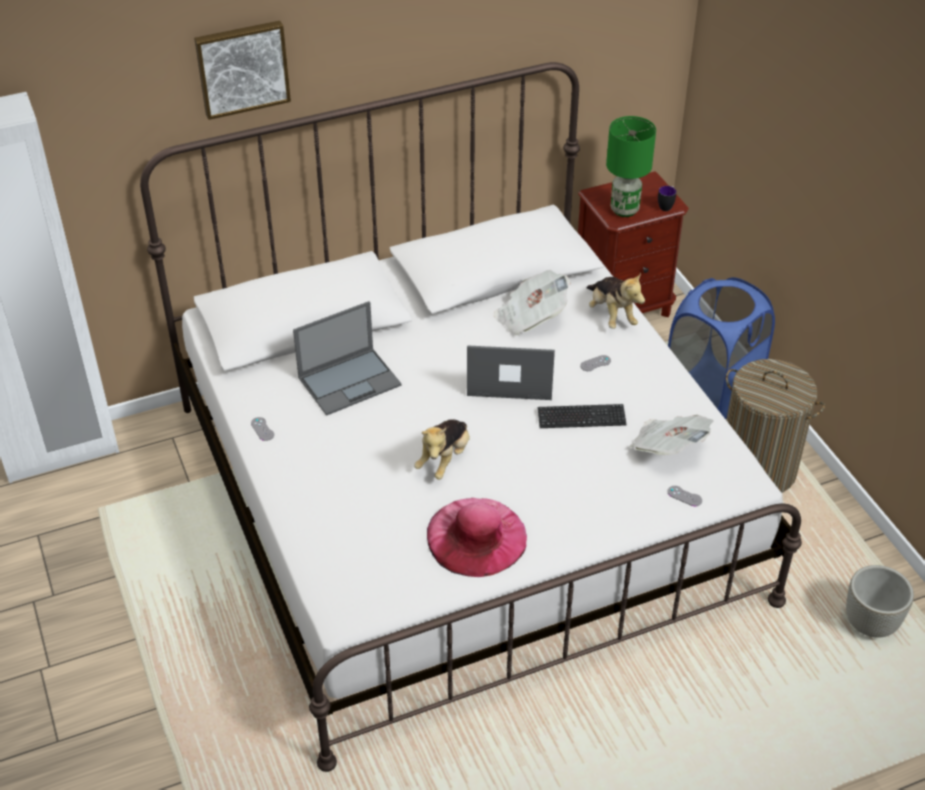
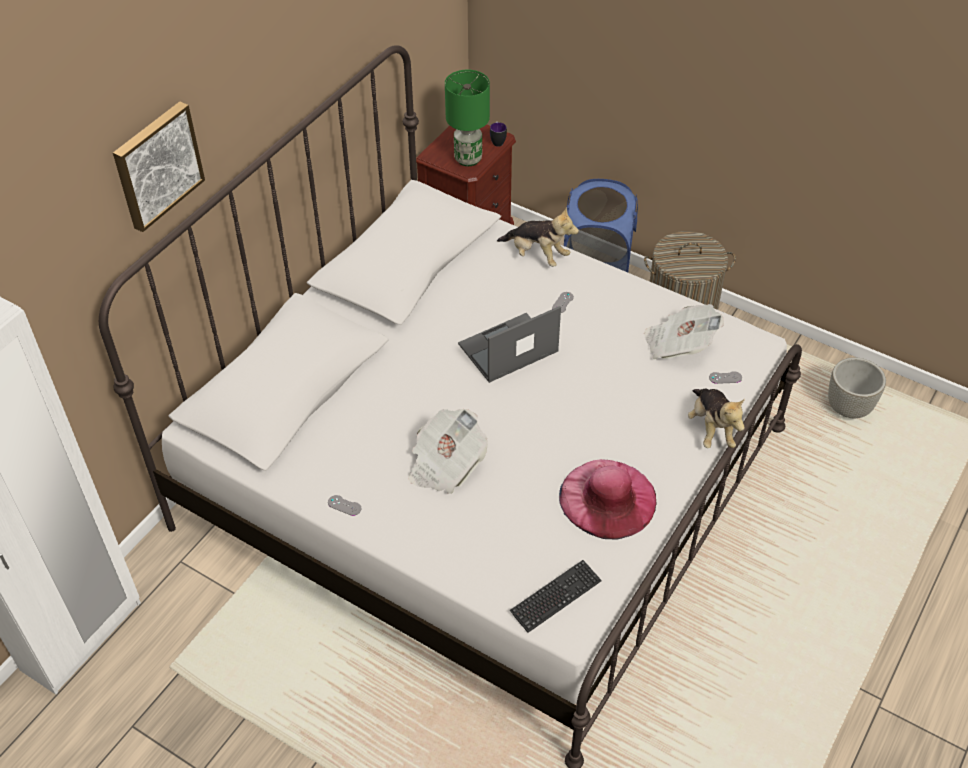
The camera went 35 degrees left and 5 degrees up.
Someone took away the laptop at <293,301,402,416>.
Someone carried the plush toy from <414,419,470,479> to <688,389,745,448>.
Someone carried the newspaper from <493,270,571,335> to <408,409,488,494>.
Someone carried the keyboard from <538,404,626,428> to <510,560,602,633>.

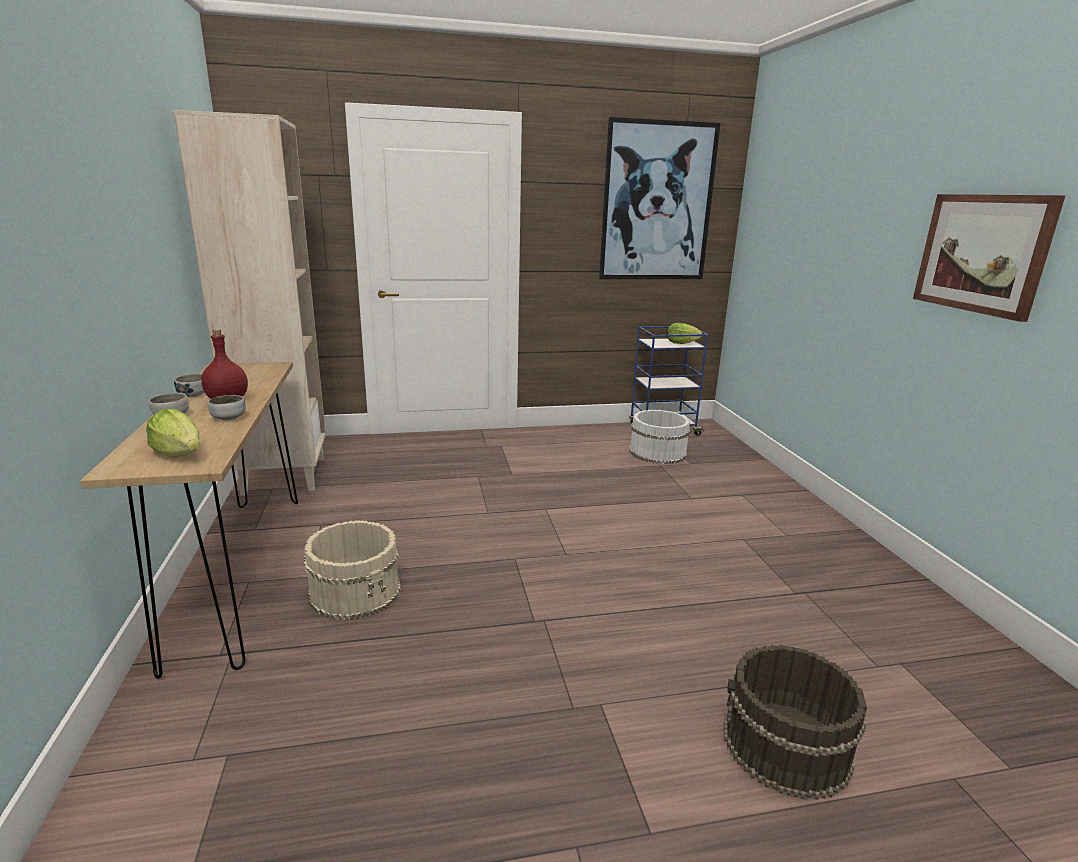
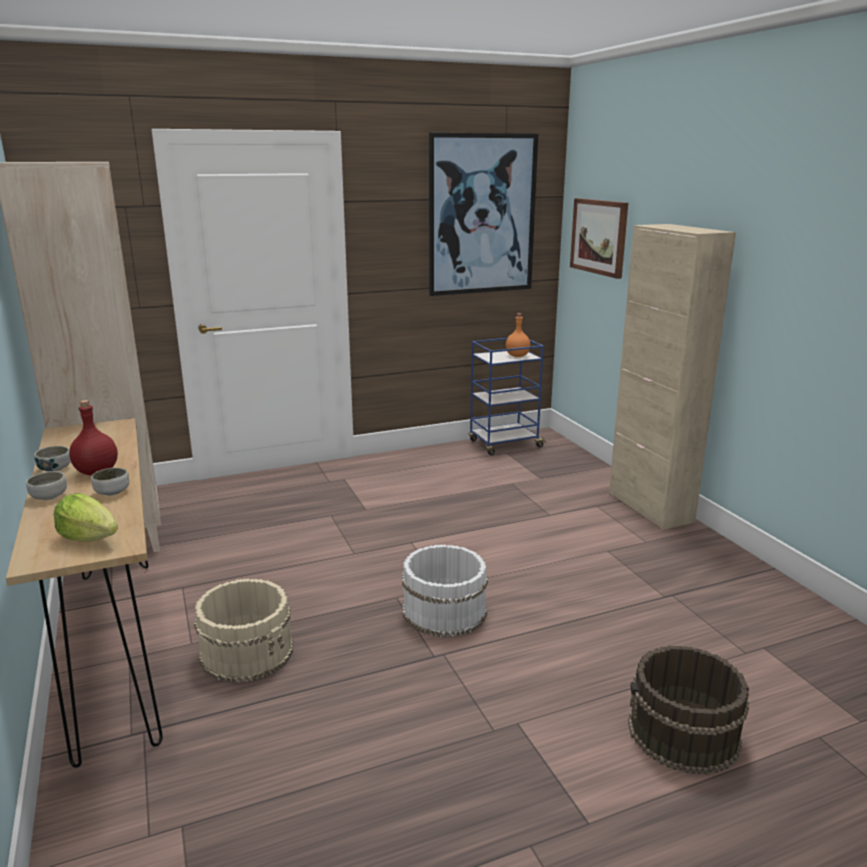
The camera went 10 degrees left and 0 degrees up.
Someone carried the white bucket from <629,410,690,464> to <402,544,488,637>.
Someone swapped the lettuce at <667,323,702,344> for the orange bottle at <506,313,530,357>.
Someone carried the picture from <913,194,1065,322> to <570,198,628,279>.
Someone put down the beige cabinet at <609,224,736,530>.

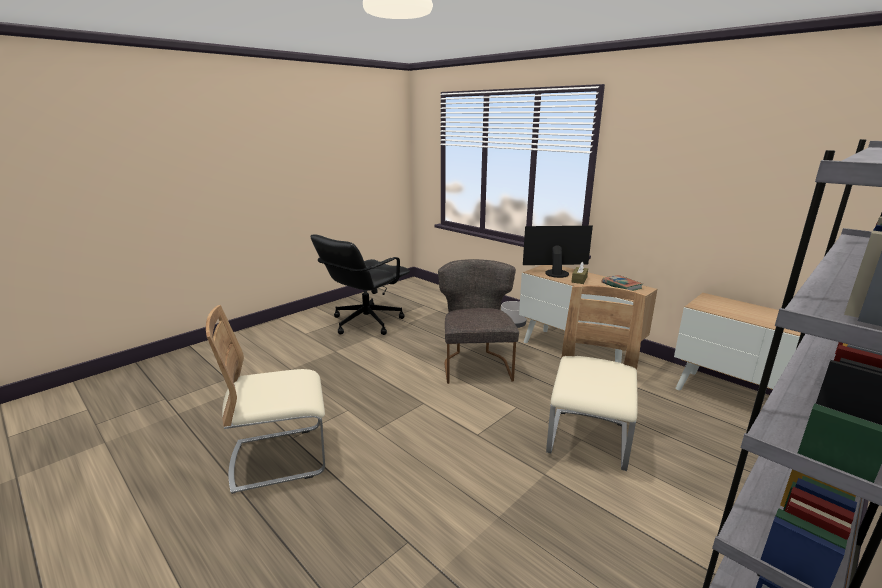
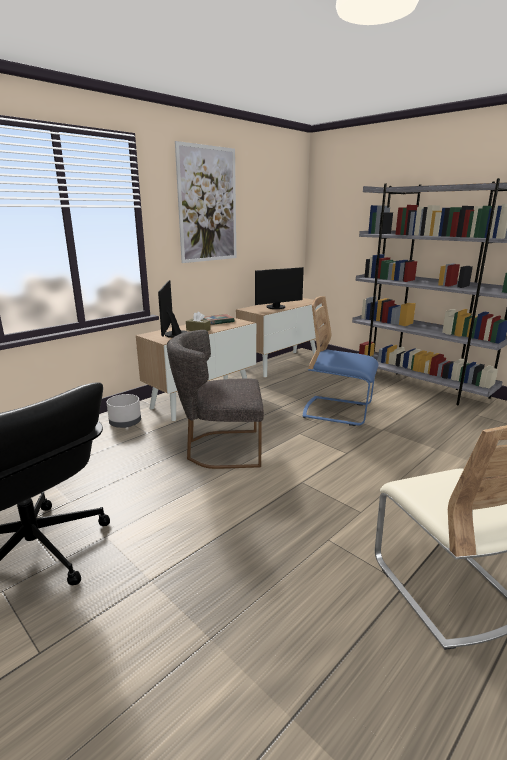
The camera went 90 degrees left and 0 degrees up.
Someone repainted the beige chair at <546,285,646,471>, which became the blue chair at <303,296,379,426>.
Someone put up the picture at <175,141,236,263>.
Someone put down the monitor at <255,267,304,309>.

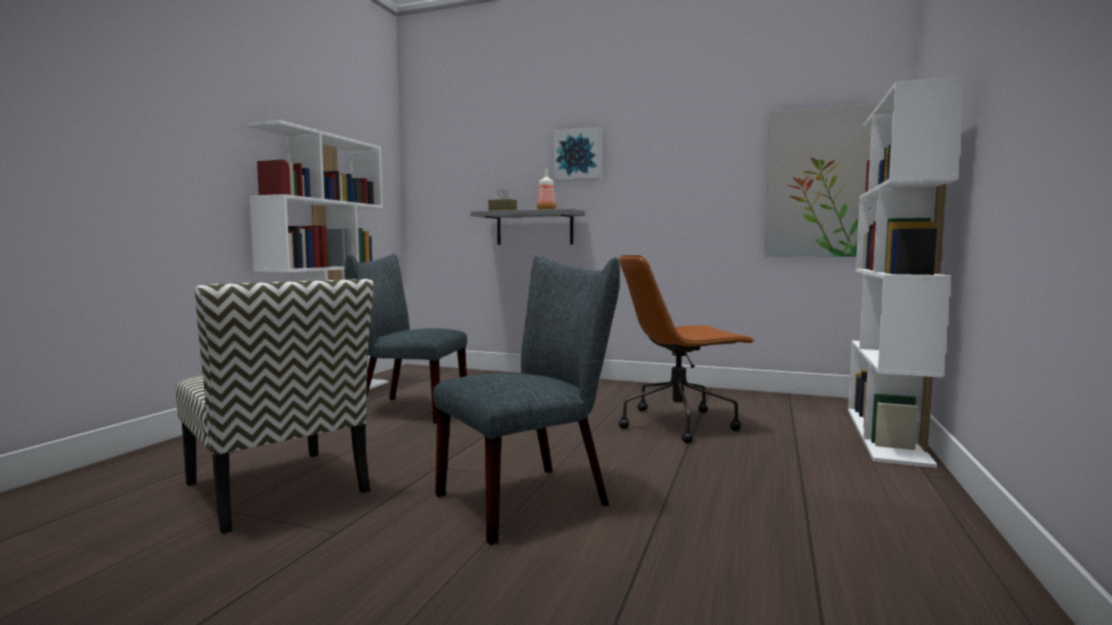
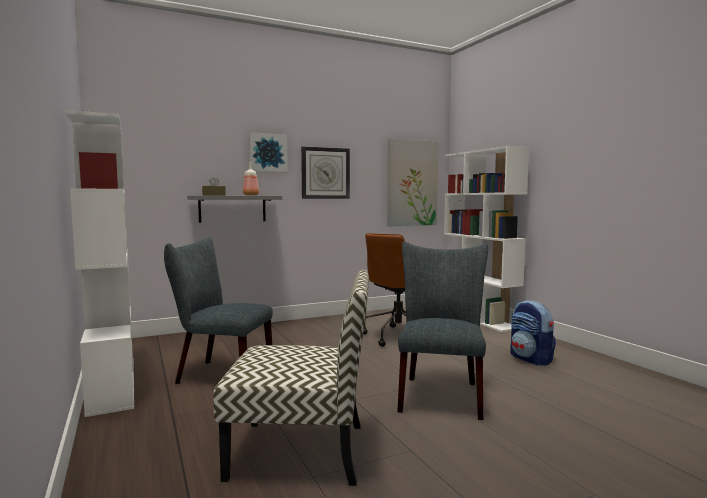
The camera went 45 degrees left and 0 degrees up.
Someone rotated the grey chair at <344,254,467,424> by 45 degrees clockwise.
Someone put up the wall clock at <301,146,350,199>.
Someone put down the backpack at <510,300,556,366>.

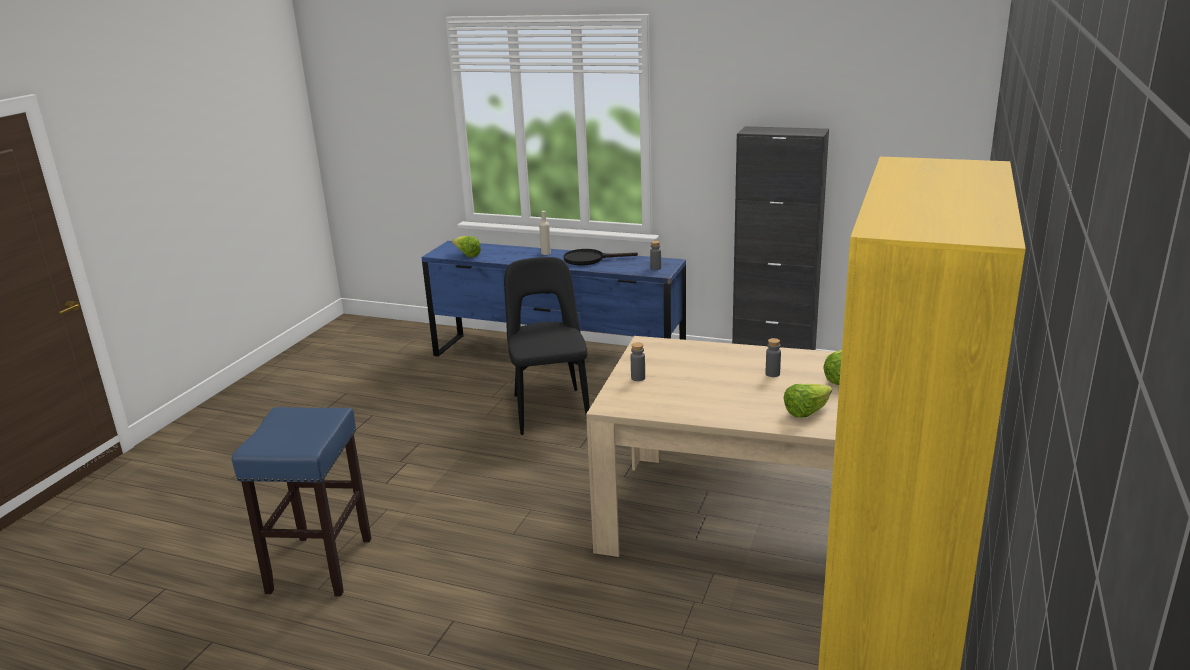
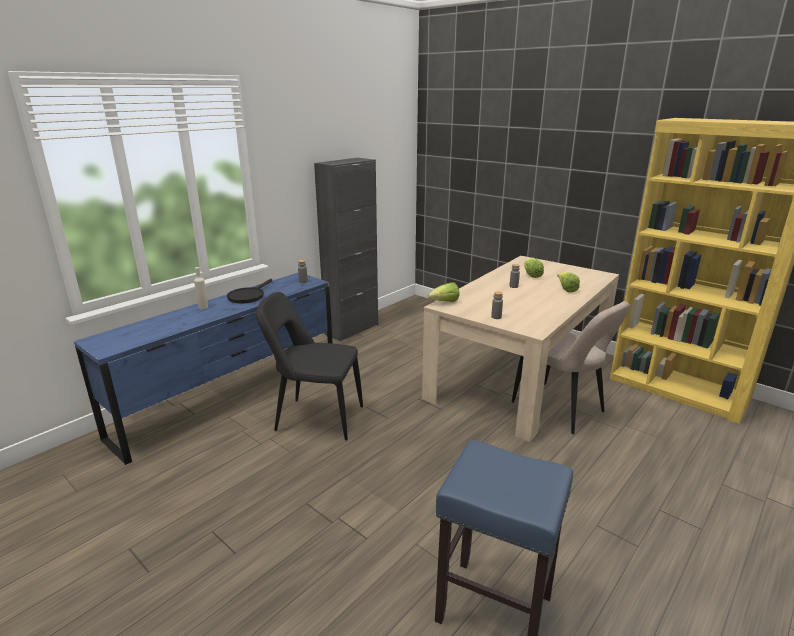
The camera went 70 degrees left and 0 degrees up.
Someone carried the lettuce from <452,236,481,258> to <427,282,460,302>.
Someone put down the beige chair at <512,301,630,434>.

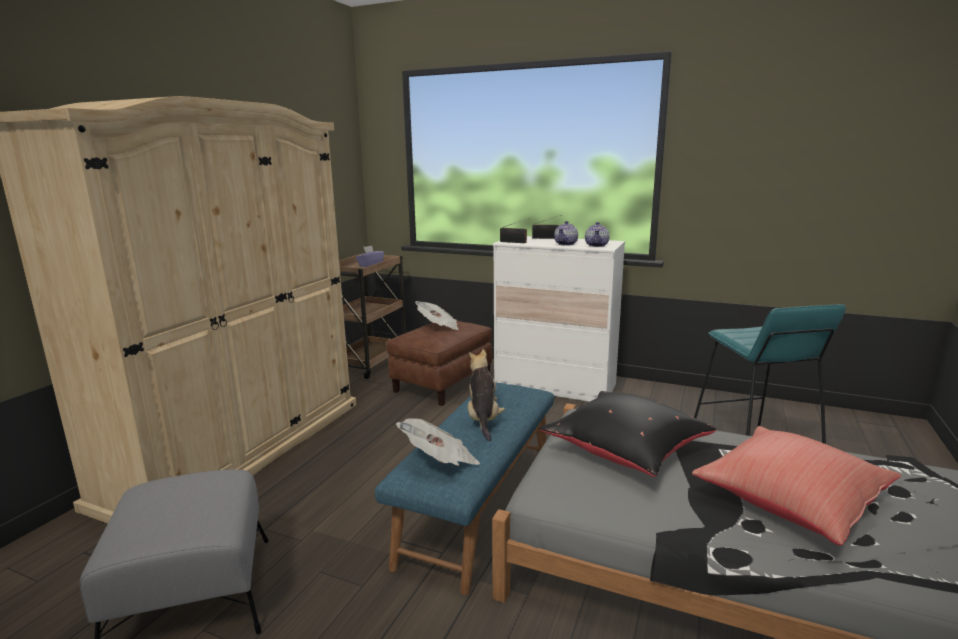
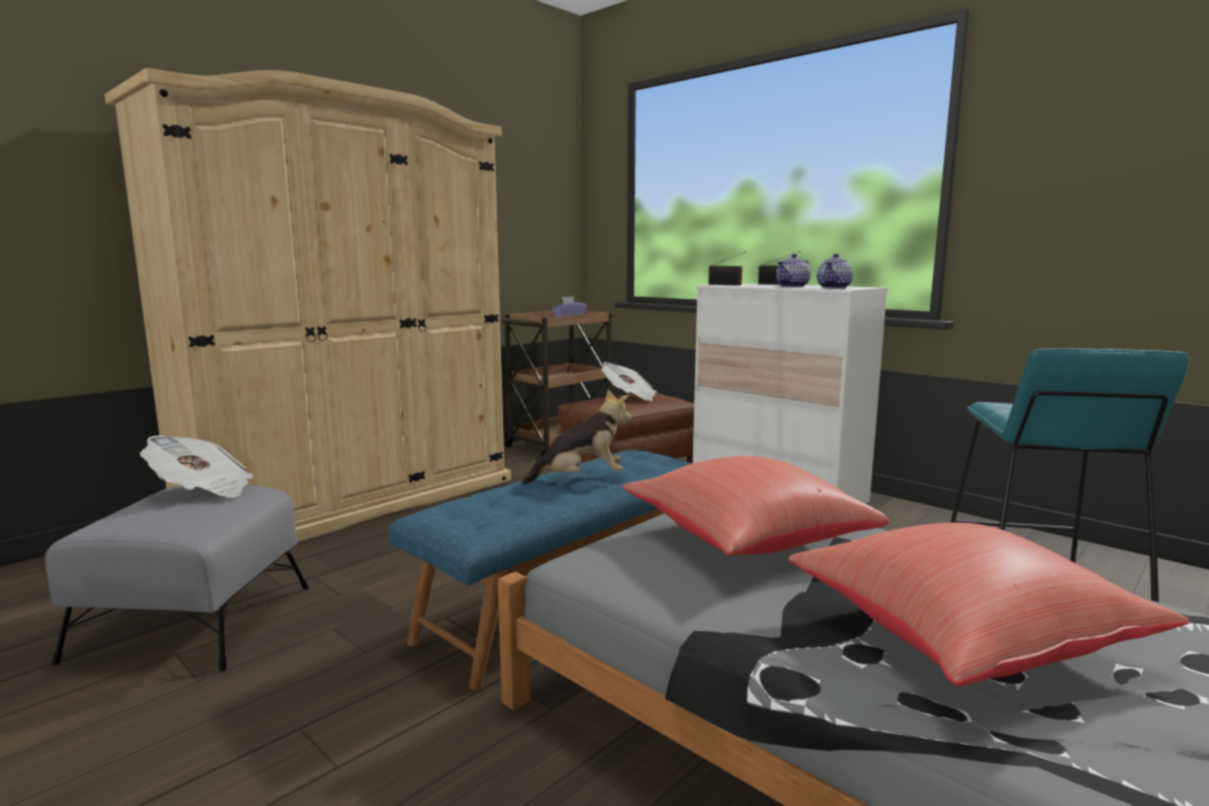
The camera went 20 degrees right and 5 degrees down.
Someone carried the newspaper from <396,418,480,466> to <140,435,253,497>.
Someone rotated the plush toy at <468,349,505,441> by 60 degrees clockwise.
Someone repainted the black pillow at <539,391,716,477>, which became the red pillow at <622,456,890,555>.

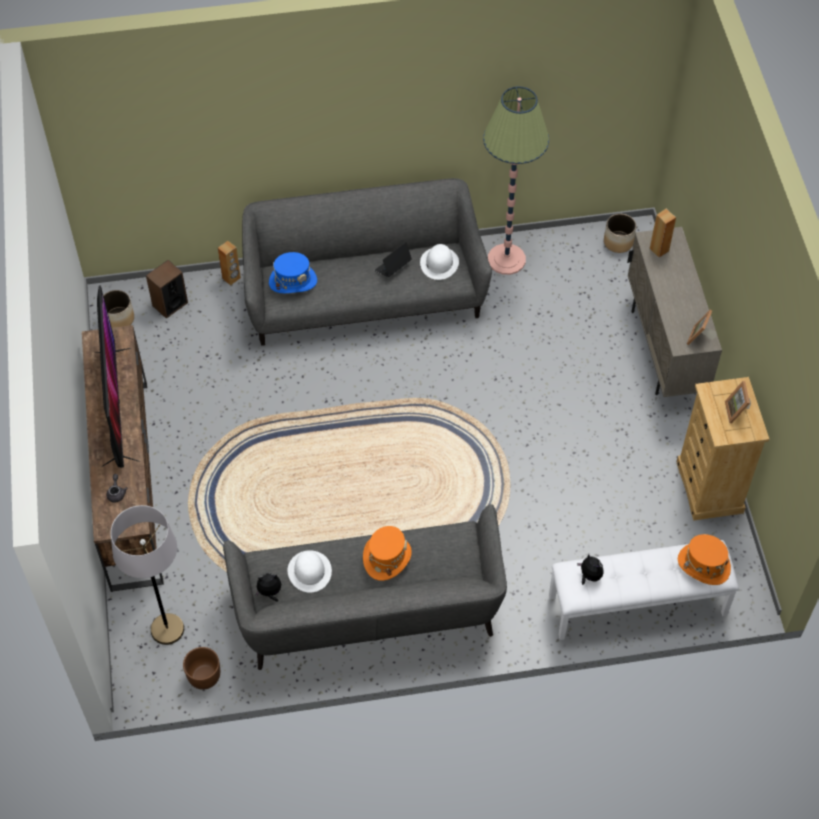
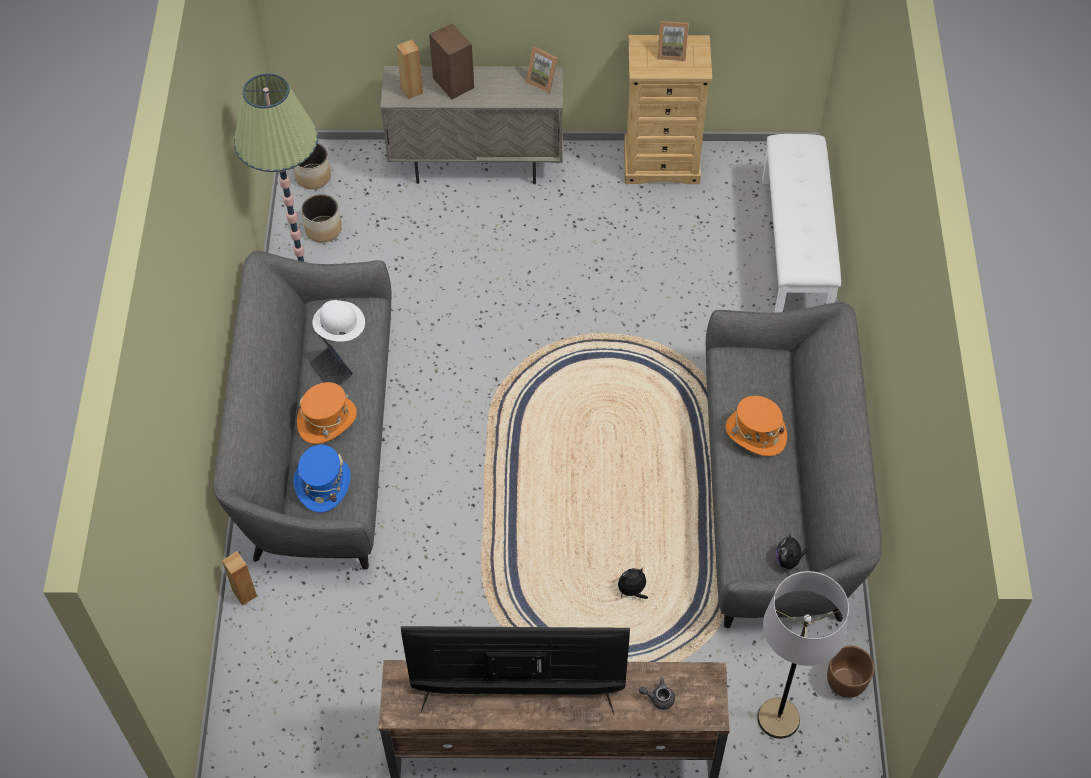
The camera went 80 degrees left and 0 degrees up.
Someone carried the planter from <103,290,134,328> to <301,194,342,243>.
Someone carried the speaker from <146,260,188,319> to <429,23,474,99>.
Someone took away the white hat at <288,550,332,593>.
Someone carried the plush toy from <577,554,604,585> to <618,568,648,599>.
Someone carried the orange hat from <678,534,731,585> to <297,382,357,444>.

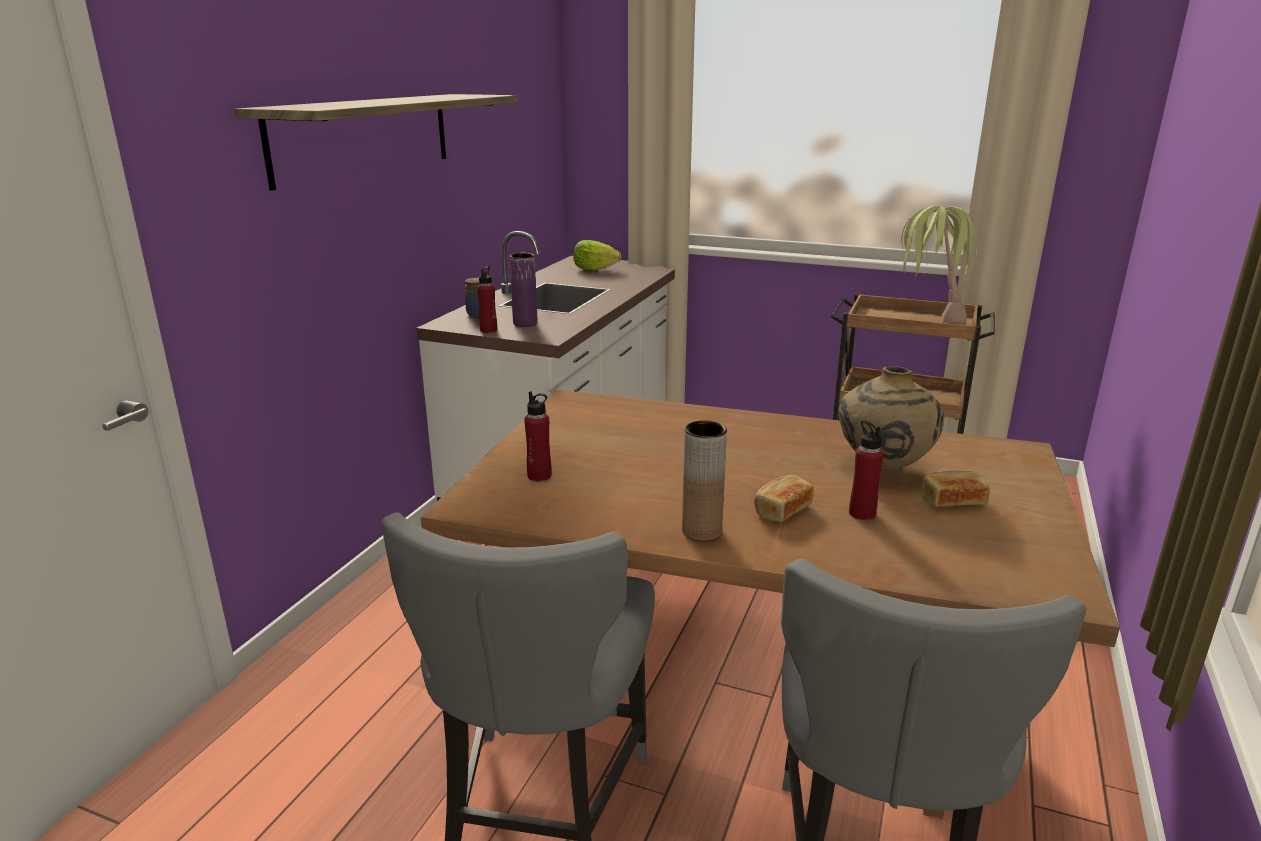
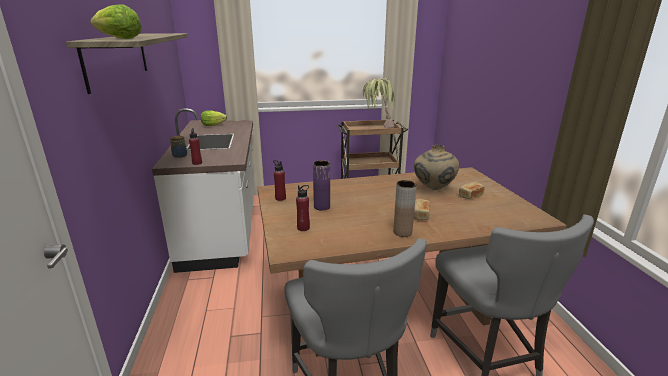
The camera went 30 degrees left and 0 degrees up.
Someone carried the purple vase from <509,253,538,327> to <313,160,330,210>.
Someone carried the red bottle from <849,420,884,520> to <273,160,286,201>.
Someone put down the lettuce at <90,4,142,39>.

